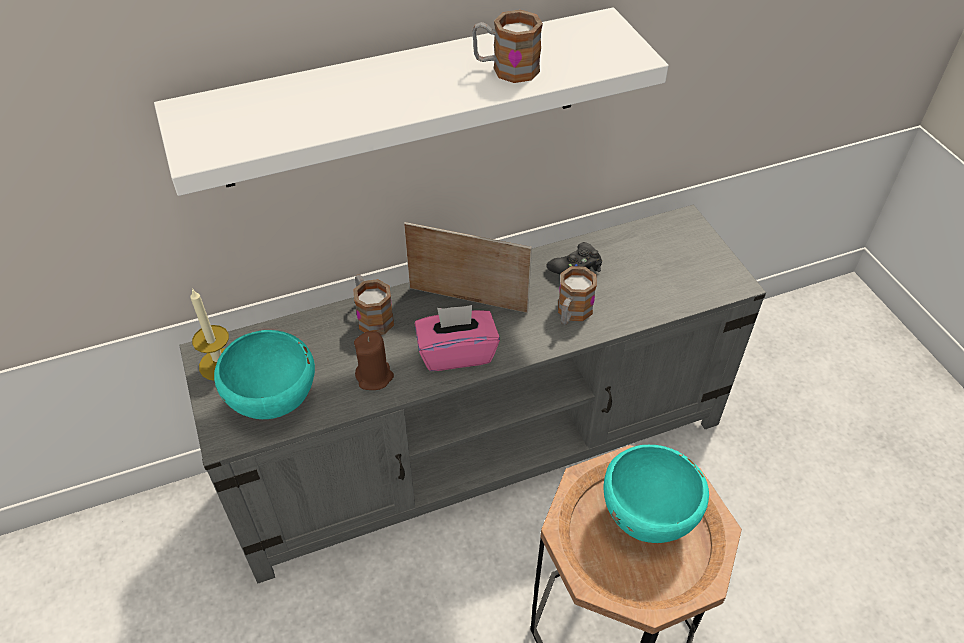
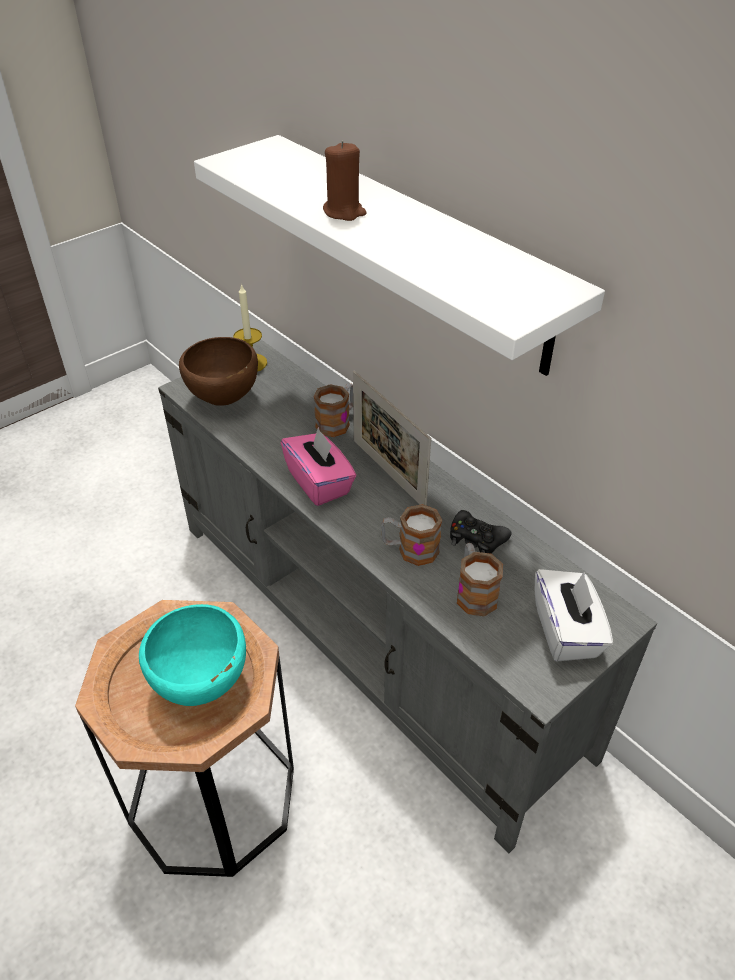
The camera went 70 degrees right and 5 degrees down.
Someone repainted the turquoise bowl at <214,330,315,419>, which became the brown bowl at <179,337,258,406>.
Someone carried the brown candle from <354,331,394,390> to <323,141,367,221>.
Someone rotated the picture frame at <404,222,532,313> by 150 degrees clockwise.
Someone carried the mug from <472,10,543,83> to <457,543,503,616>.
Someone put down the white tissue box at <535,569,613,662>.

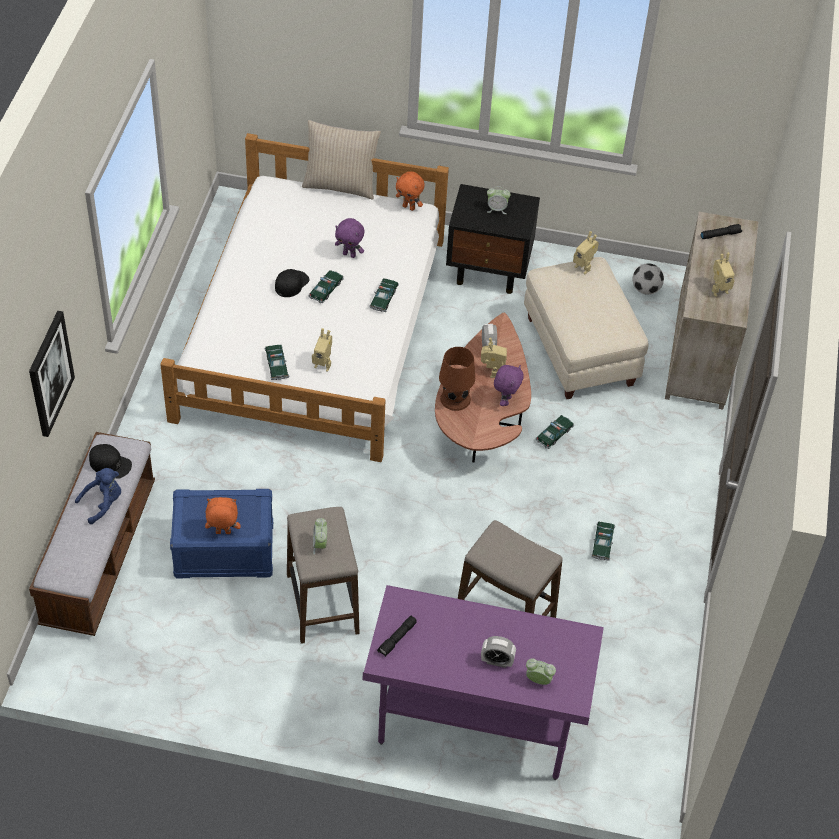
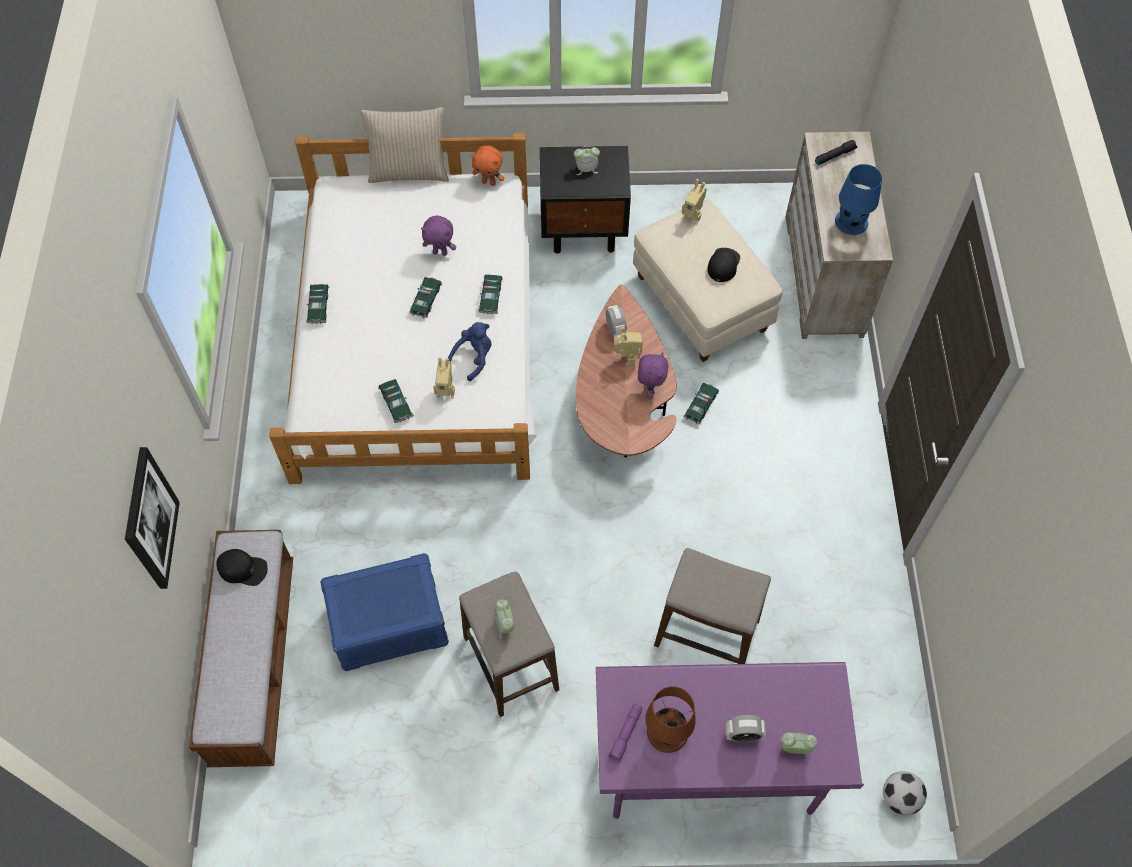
The camera went 10 degrees left and 10 degrees up.
Someone carried the blue plush toy from <75,468,121,524> to <448,322,492,381>.
Someone took away the orange plush toy at <205,497,241,534>.
Someone carried the black cap from <275,269,310,297> to <707,248,740,282>.
Someone repainted the black flashlight at <377,616,417,657>, which became the purple flashlight at <609,703,642,762>.
Someone carried the brown table lamp from <439,347,475,411> to <645,686,696,753>.
Someone carried the toy car from <591,521,615,561> to <306,284,329,324>.
Someone carried the football from <633,263,664,295> to <883,771,927,815>.
Someone swapped the toy robot at <712,253,735,297> for the blue table lamp at <835,164,882,235>.

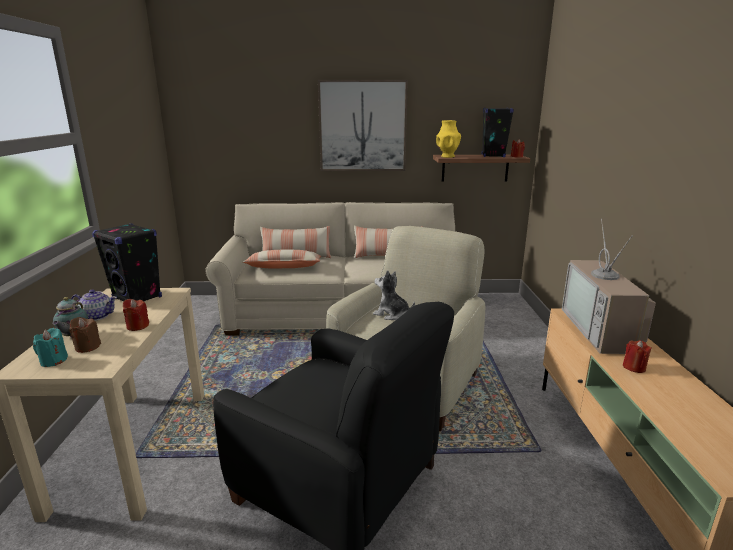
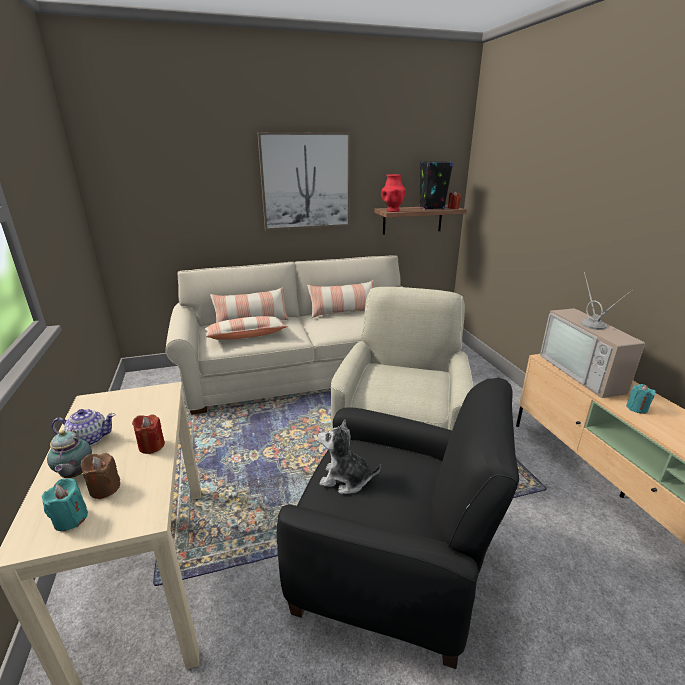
The camera went 15 degrees left and 5 degrees up.
Someone took away the black speaker at <92,223,162,301>.
Someone carried the plush toy from <373,270,415,320> to <318,420,381,494>.
Someone repainted the yellow vase at <436,120,461,158>, which became the red vase at <381,174,406,212>.
Someone repainted the red candle at <623,340,652,373>, which became the turquoise candle at <626,384,656,414>.

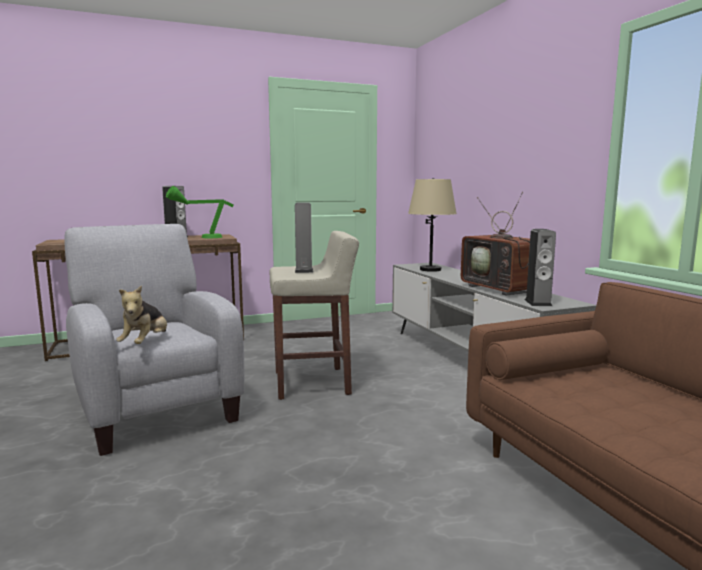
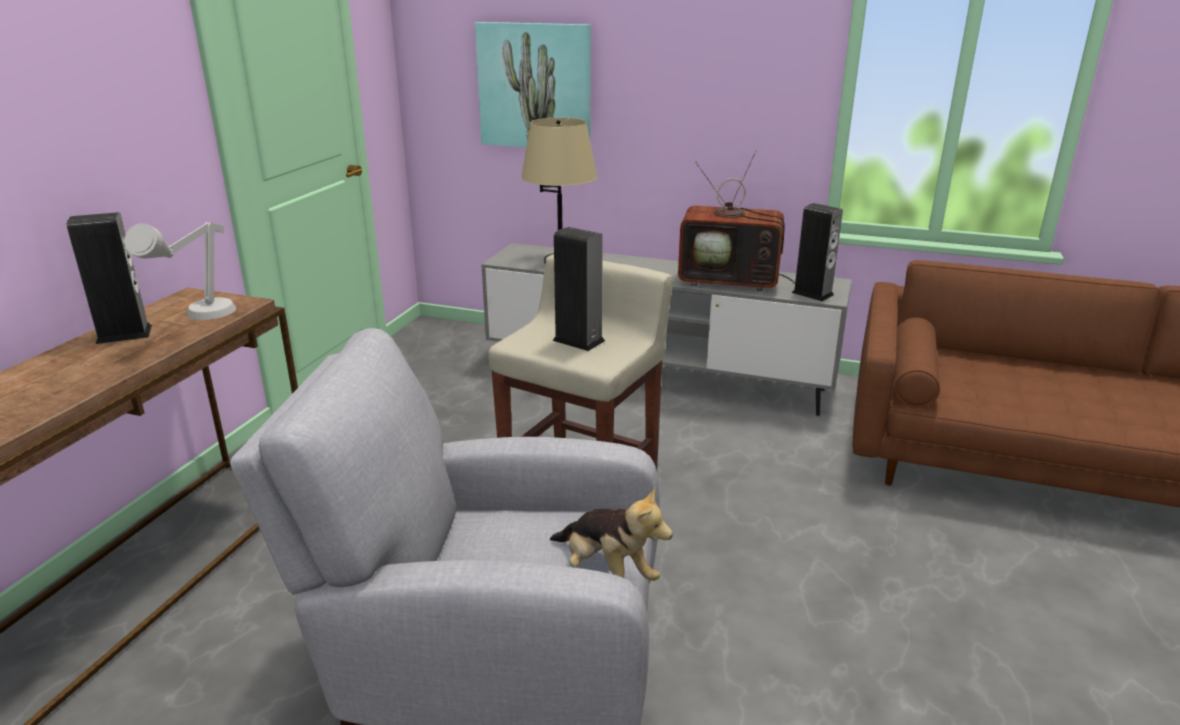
The camera went 50 degrees left and 15 degrees up.
Someone repainted the green table lamp at <166,186,234,238>, which became the grey table lamp at <124,222,236,320>.
Someone put up the picture at <475,22,591,147>.

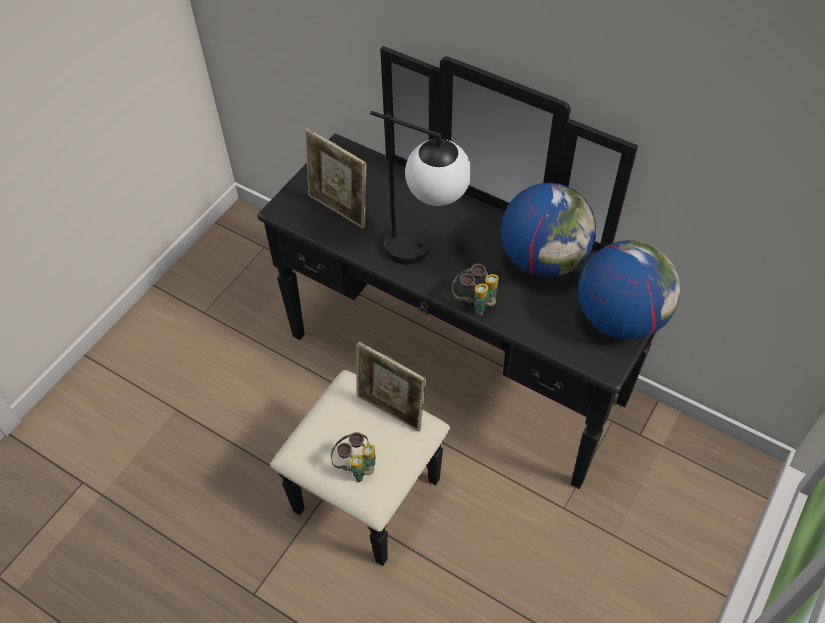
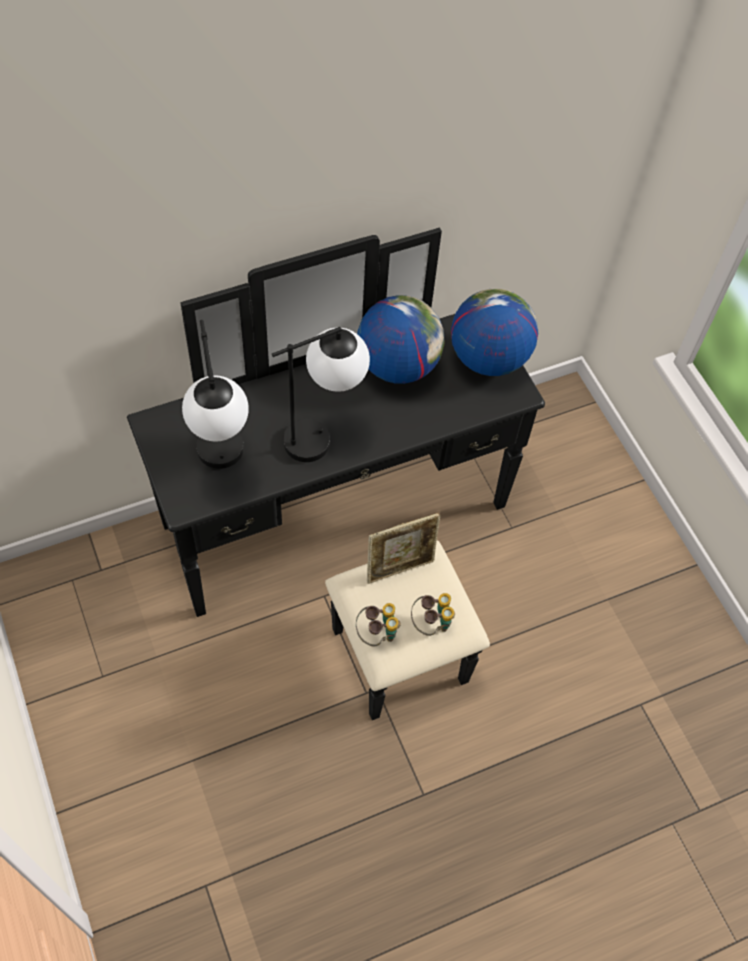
The camera went 60 degrees left and 5 degrees up.
Someone swapped the picture frame at <305,128,366,229> for the table lamp at <182,320,249,469>.
Someone carried the binoculars from <452,264,499,317> to <356,603,401,647>.

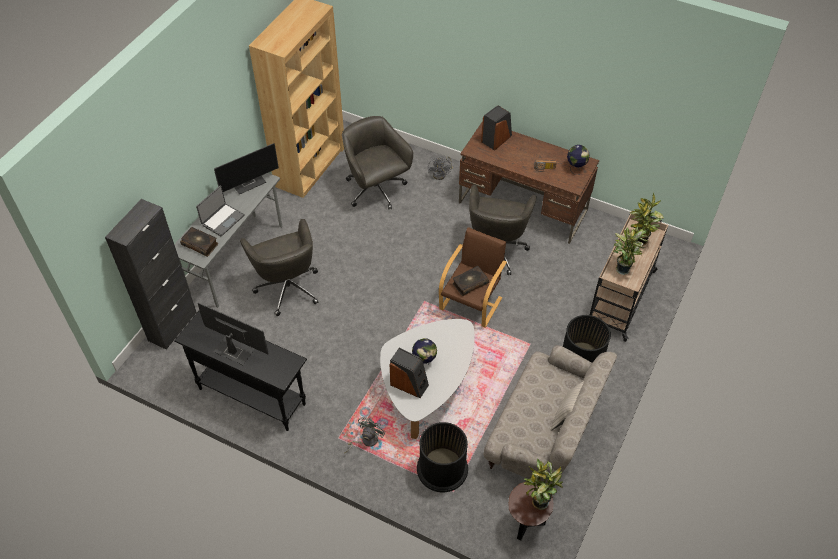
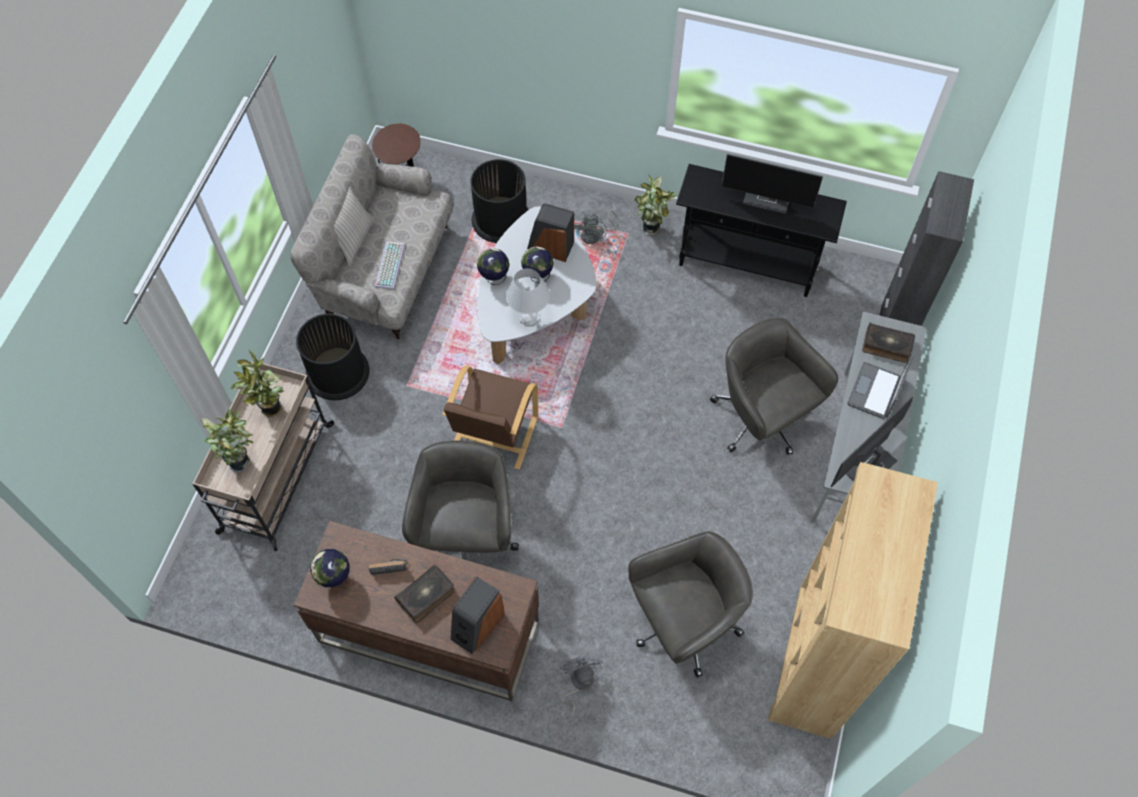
The camera went 170 degrees right and 10 degrees up.
Someone rotated the grey office chair at <342,116,413,209> by 75 degrees counterclockwise.
Someone carried the book from <452,266,489,296> to <394,564,455,623>.
Someone carried the potted plant from <524,459,563,510> to <634,175,677,235>.
Someone put down the keyboard at <375,241,405,290>.
Someone put down the globe at <477,248,509,285>.
Someone put down the white table lamp at <506,268,550,326>.

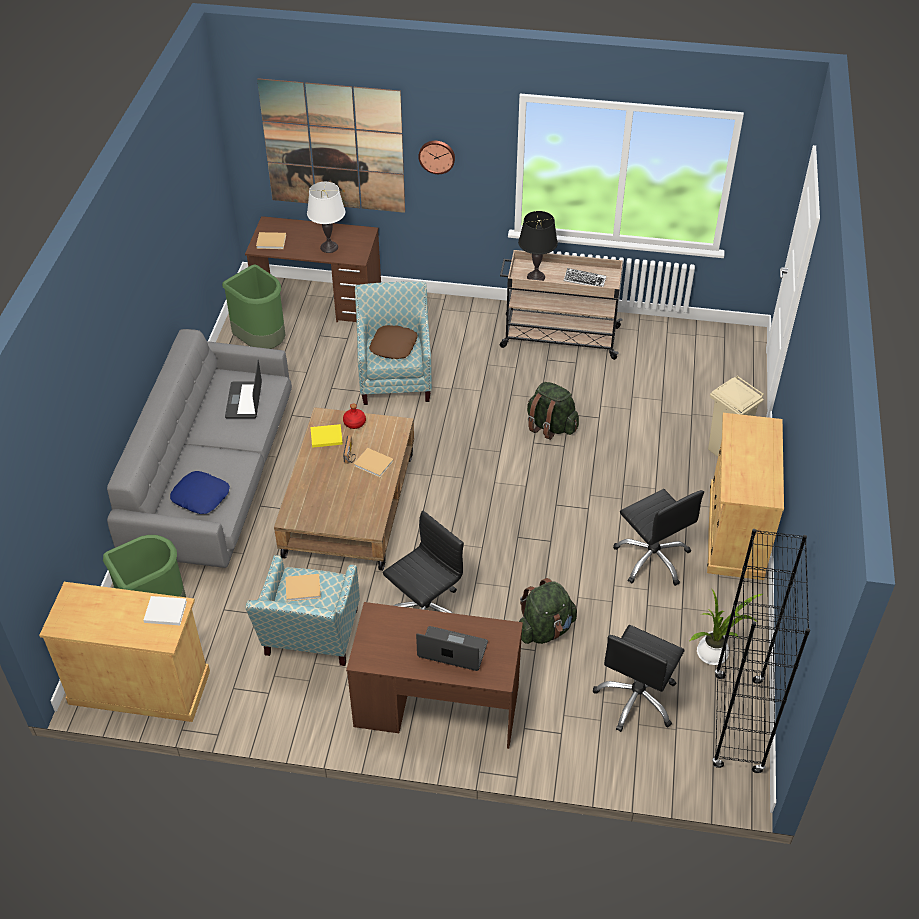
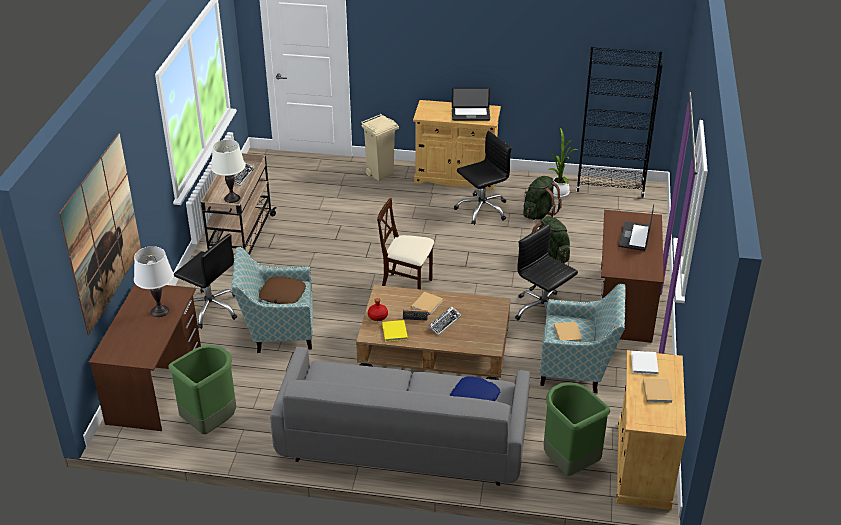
The camera went 90 degrees left and 10 degrees down.
Someone carried the laptop from <225,360,262,419> to <452,88,490,121>.
Someone carried the beige book from <256,232,286,249> to <643,378,673,403>.
Someone took away the wall clock at <418,141,455,174>.
Someone repainted the black table lamp at <518,211,558,281>, which became the white table lamp at <211,140,245,203>.
Someone carried the green backpack from <527,382,579,440> to <523,176,562,220>.
Someone carried the black office chair from <593,625,685,732> to <174,234,237,329>.
Someone put down the beige chair at <377,198,434,290>.
Someone put down the keyboard at <428,306,462,336>.

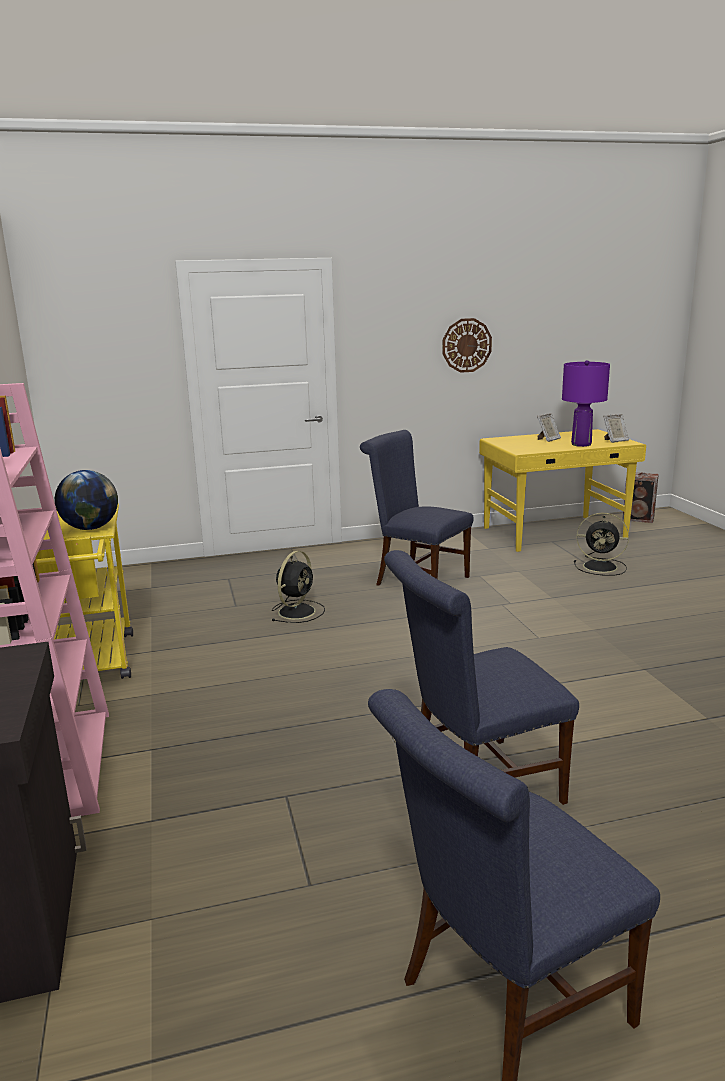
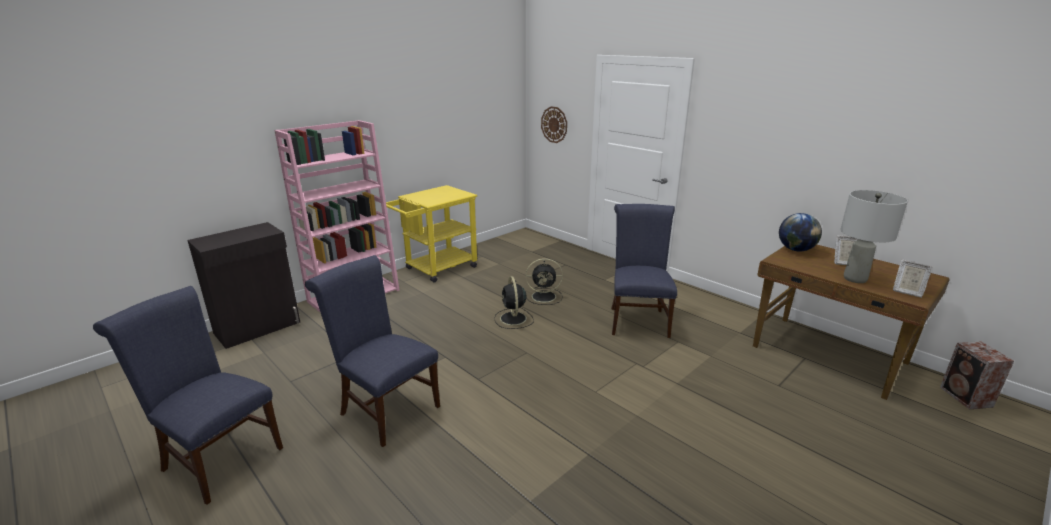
The camera went 60 degrees right and 5 degrees up.
Someone carried the globe from <55,470,118,530> to <779,213,822,252>.
Someone carried the wall clock from <443,318,492,373> to <541,106,567,143>.
Someone repainted the yellow desk at <479,429,646,552>, which became the brown desk at <753,245,950,400>.
Someone repainted the purple table lamp at <562,360,610,447>, which became the grey table lamp at <840,190,908,283>.
Someone carried the black fan from <574,513,629,576> to <494,276,534,329>.

